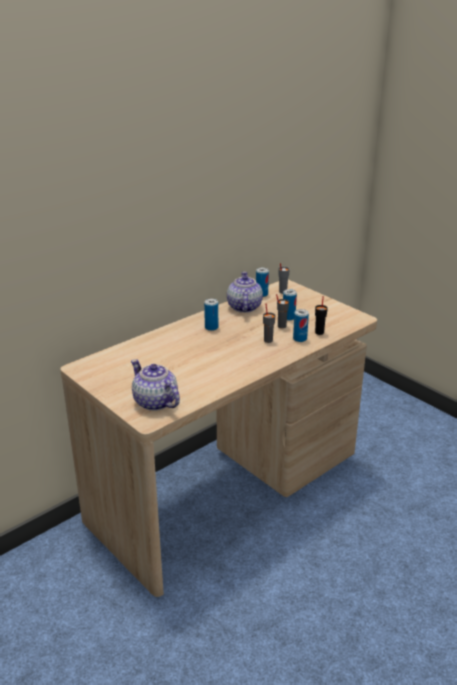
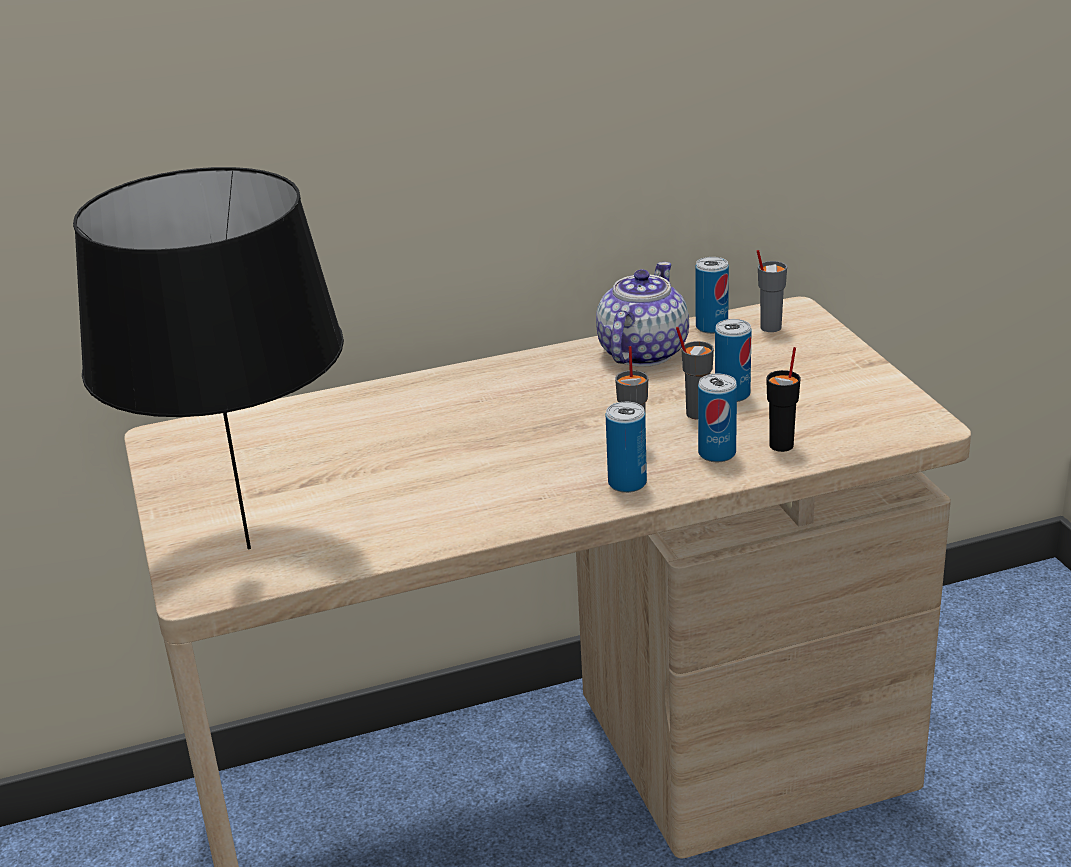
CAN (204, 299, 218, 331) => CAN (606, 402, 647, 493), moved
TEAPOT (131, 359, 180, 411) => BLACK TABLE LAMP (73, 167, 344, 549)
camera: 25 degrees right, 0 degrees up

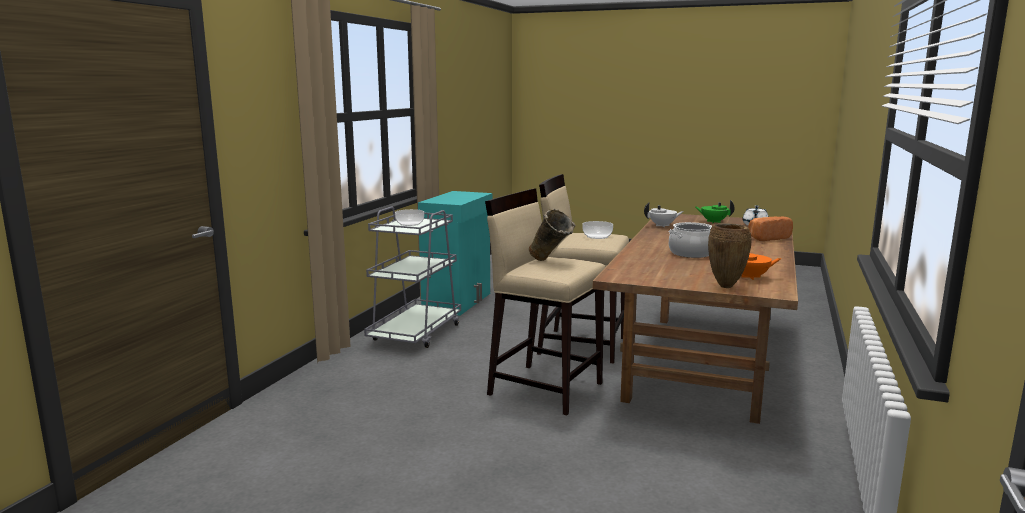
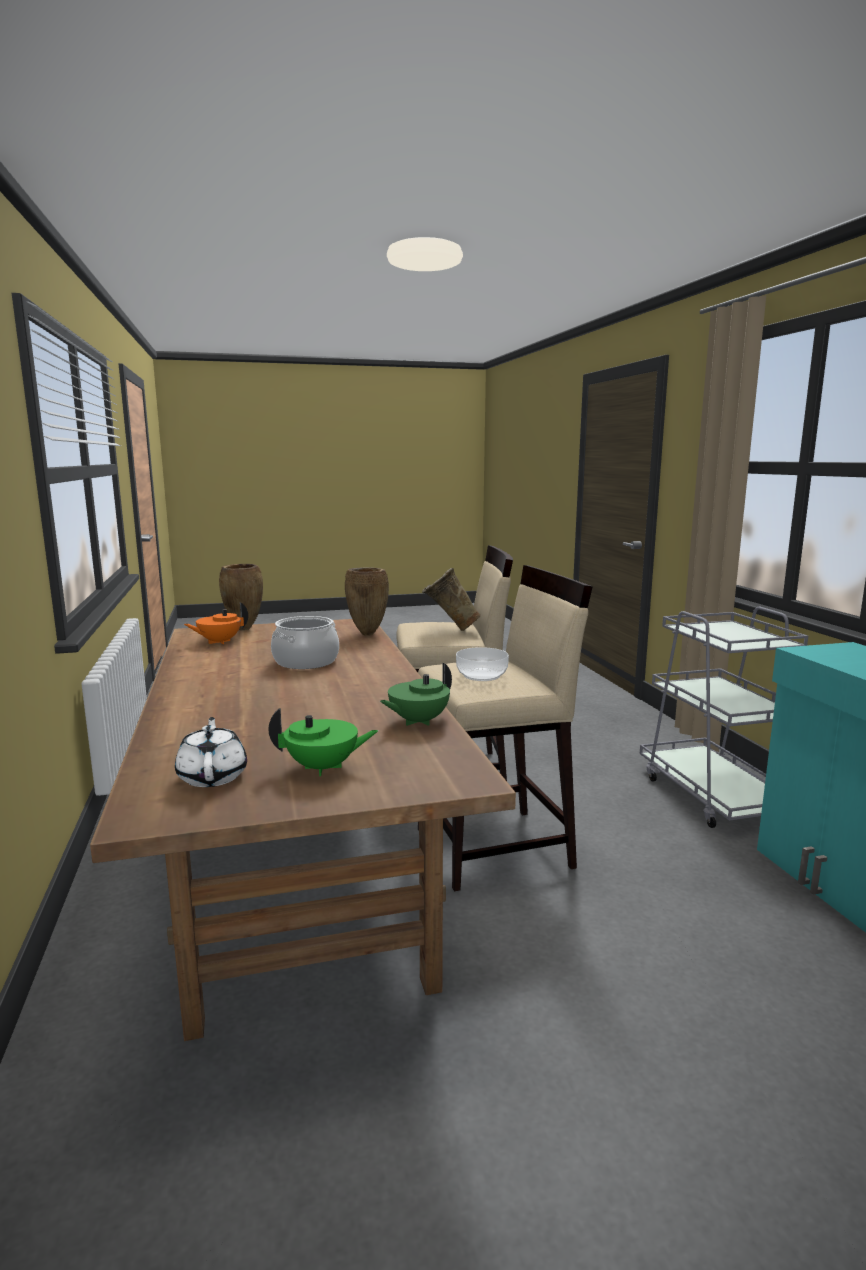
WHITE TEAPOT (644, 202, 684, 228) => GREEN TEAPOT (380, 663, 452, 726)
BOWL (395, 209, 424, 226) => nothing
BREAD (748, 216, 793, 241) => nothing
nothing => BROWN VASE (345, 567, 389, 636)
camera: 145 degrees right, 0 degrees up

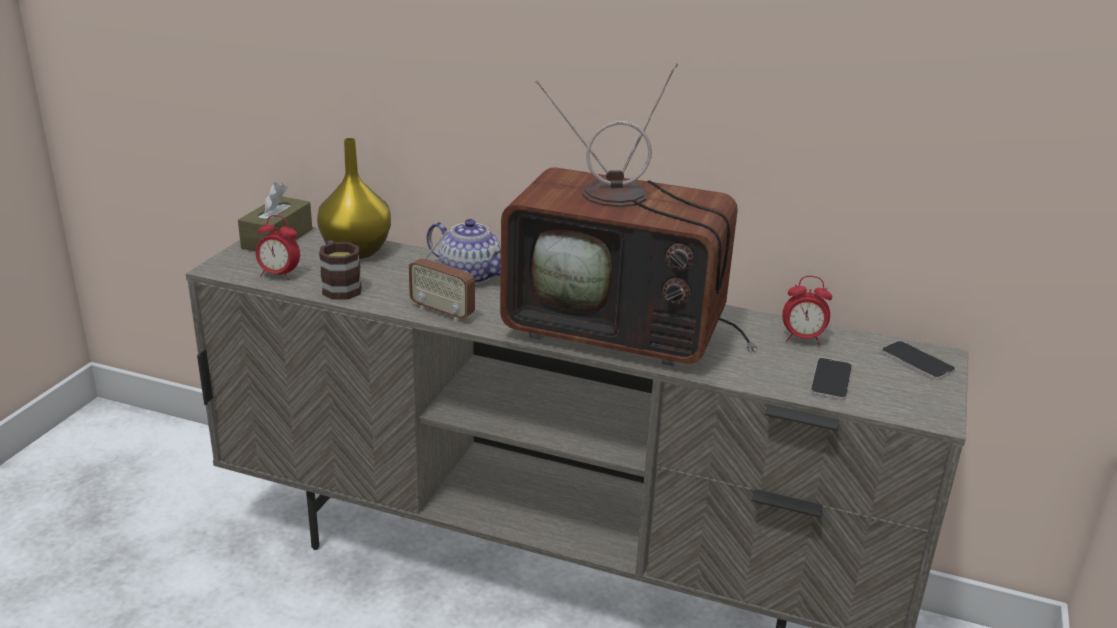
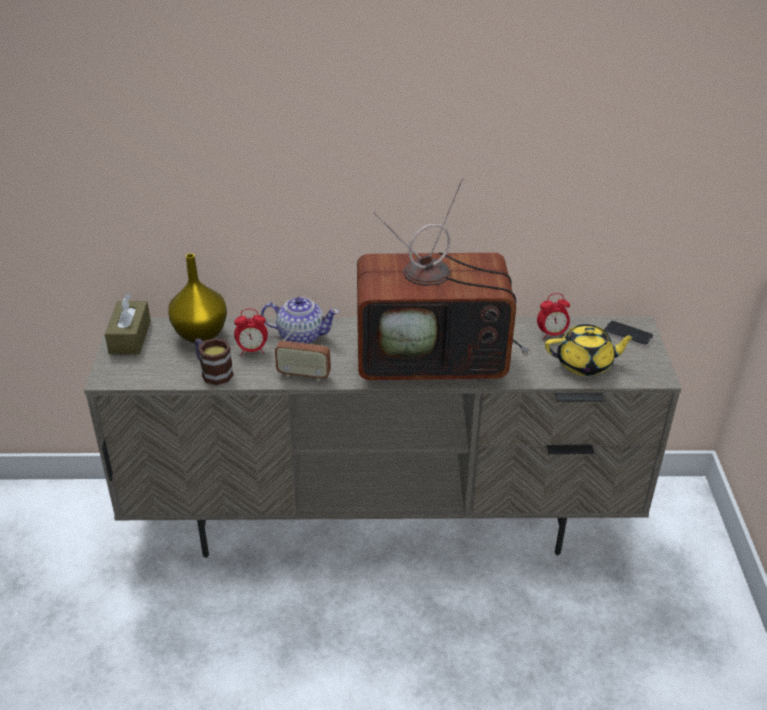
ALARM CLOCK (256, 215, 300, 280) => ALARM CLOCK (234, 309, 268, 356), moved
PHONE (810, 358, 852, 400) => YELLOW TEAPOT (545, 324, 637, 376)
camera: 20 degrees left, 10 degrees up

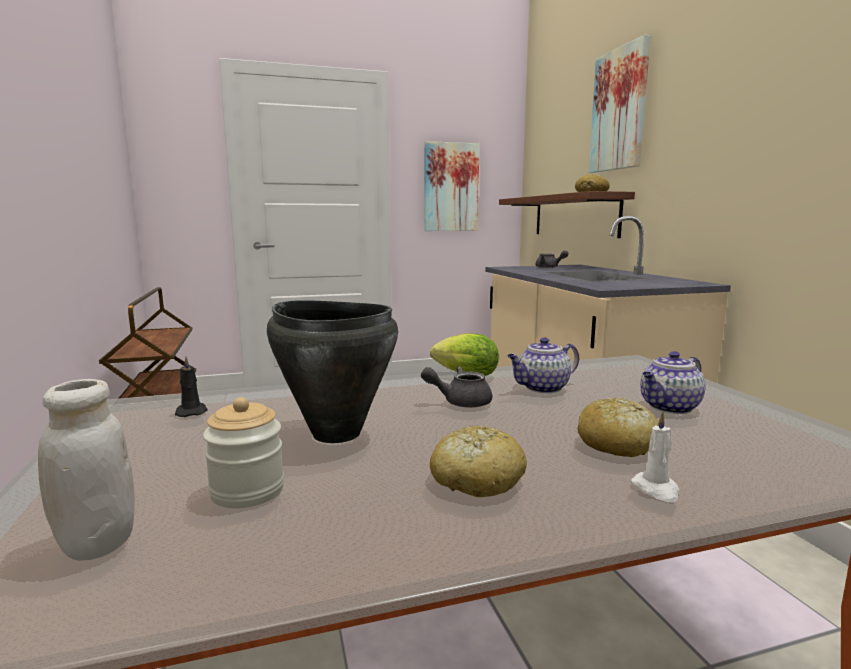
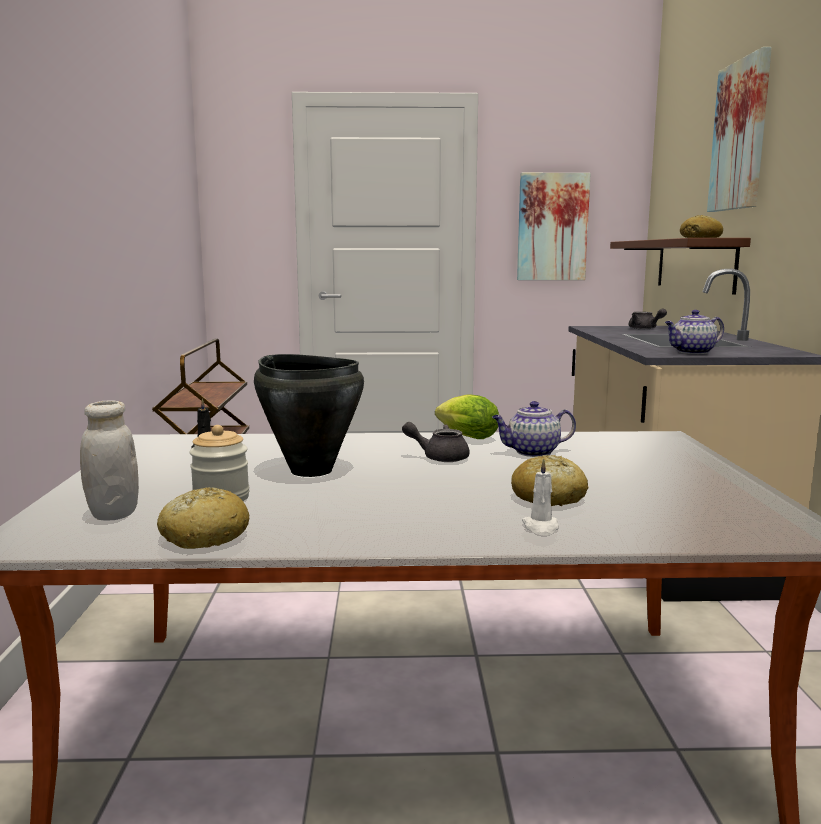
TEAPOT (640, 351, 706, 414) => TEAPOT (665, 310, 724, 354), moved
BREAD (430, 426, 527, 497) => BREAD (157, 487, 249, 549), moved
camera: 15 degrees right, 0 degrees up

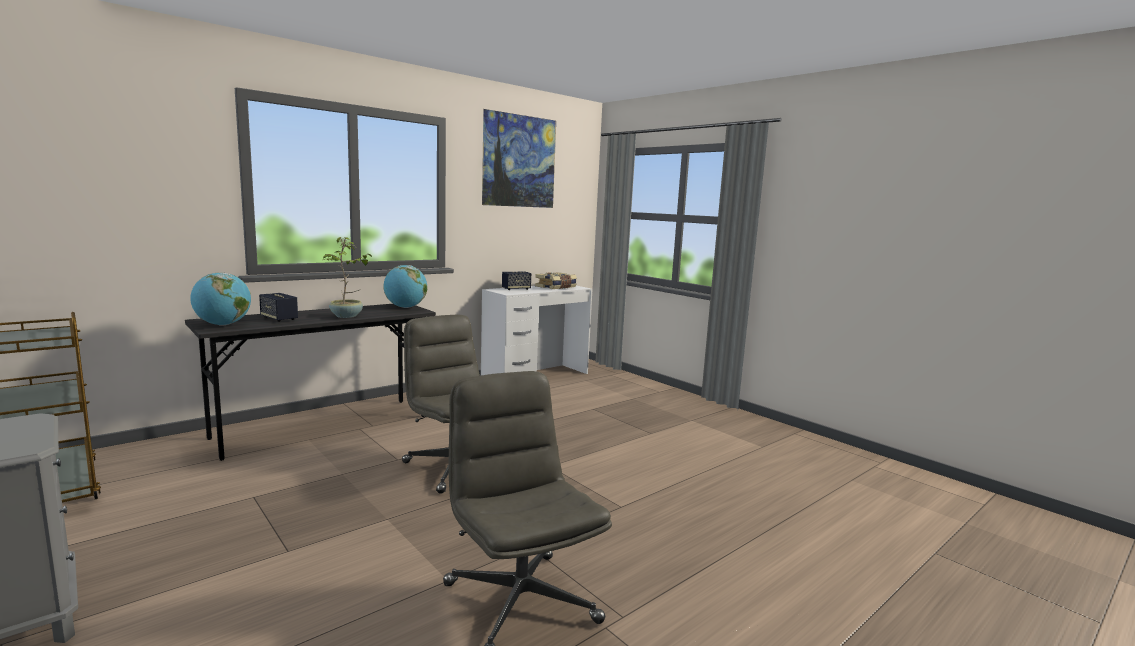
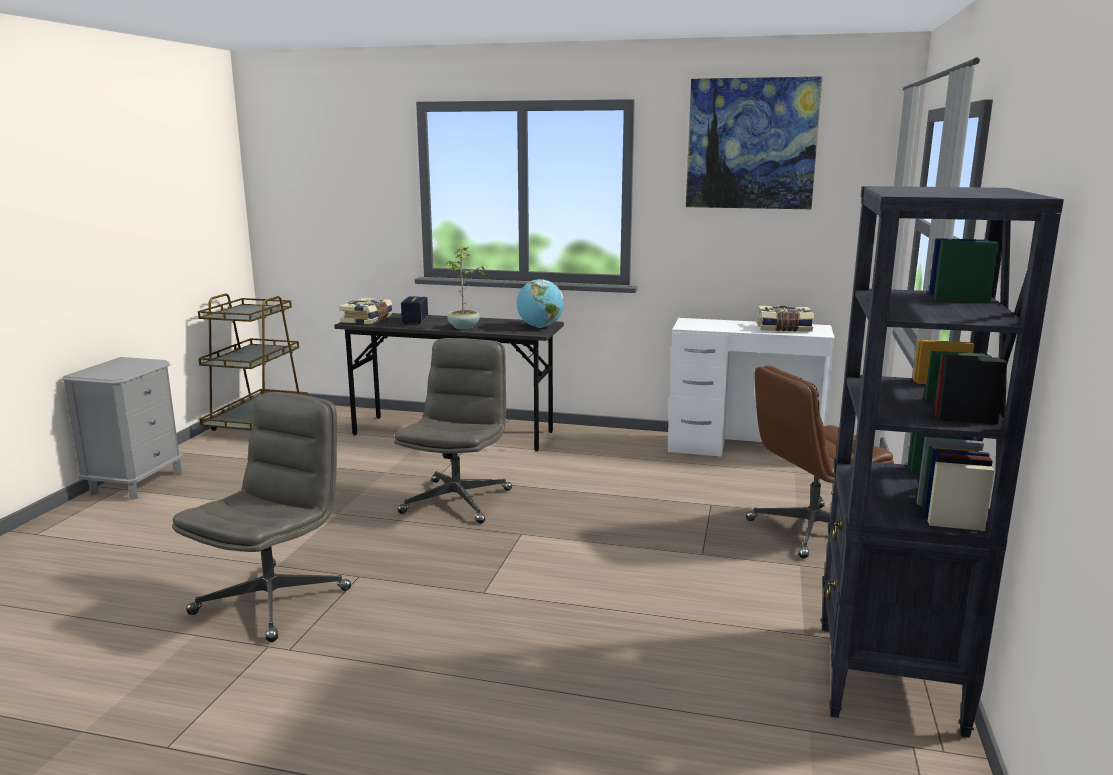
SPEAKER (502, 272, 531, 290) => nothing
GLOBE (190, 273, 251, 326) => BOOK (339, 298, 393, 325)
nothing => BLACK BOOKCASE (821, 186, 1064, 738)
nothing => BROWN OFFICE CHAIR (746, 365, 894, 559)
camera: 55 degrees right, 5 degrees up

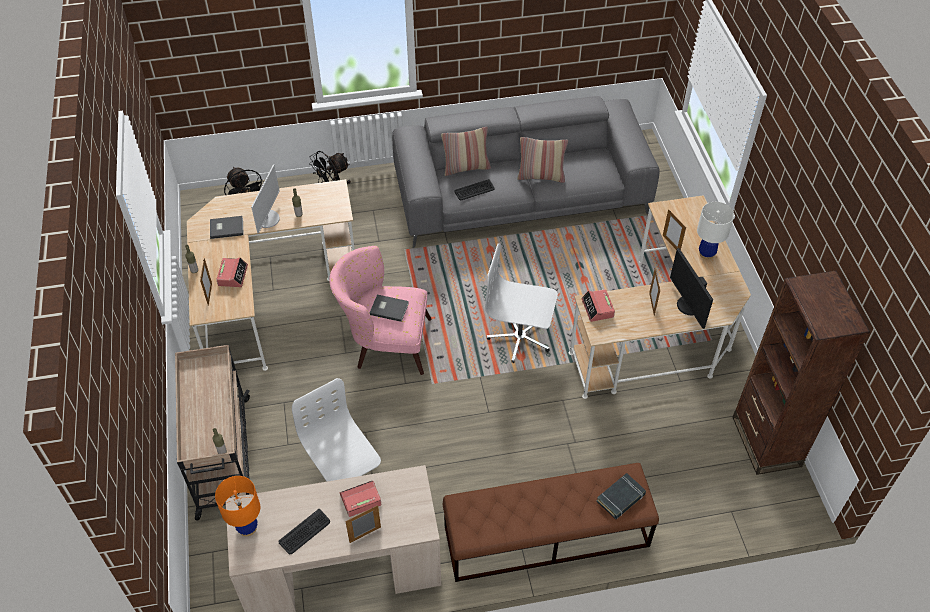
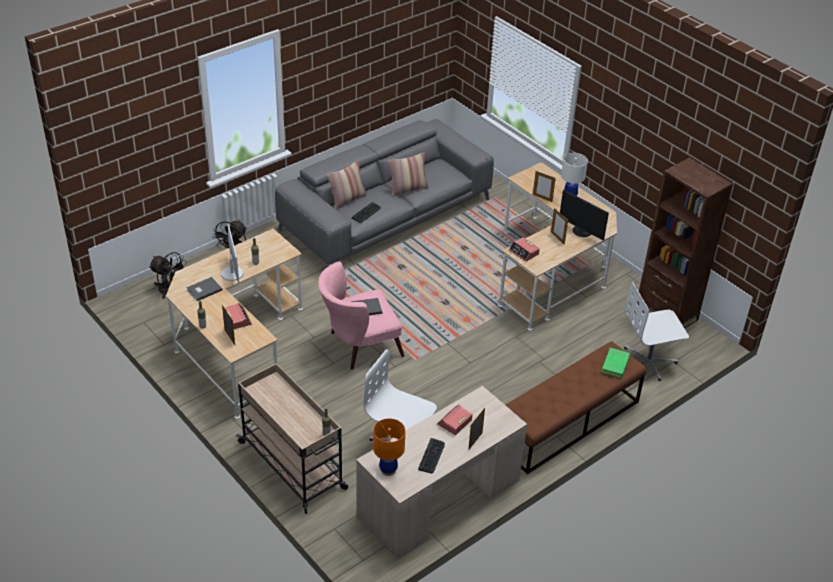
WHITE OFFICE CHAIR (485, 243, 558, 363) => WHITE OFFICE CHAIR (624, 282, 689, 381), moved
BLACK BOOK (597, 473, 646, 519) => GREEN BOOK (602, 348, 630, 378)
camera: 30 degrees left, 10 degrees down

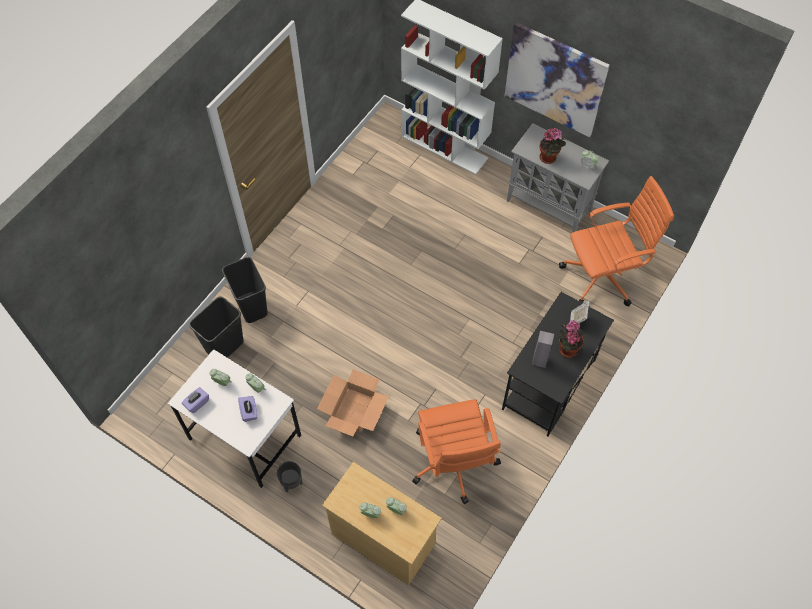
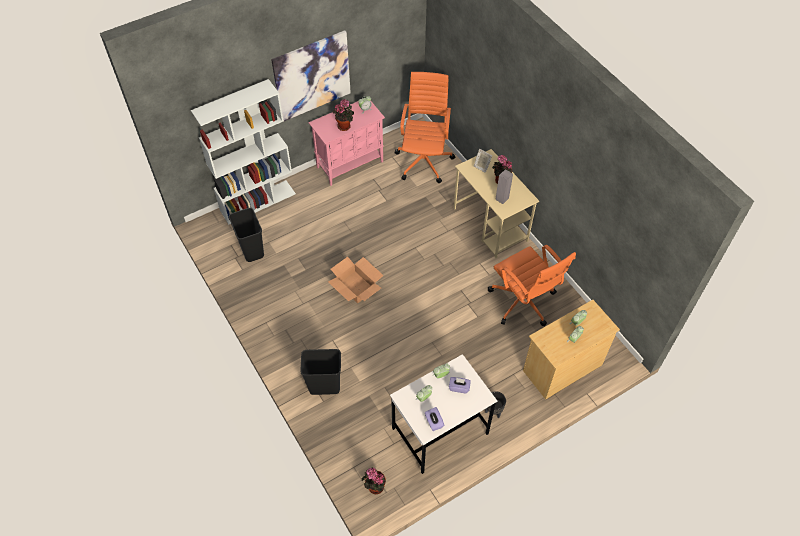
GREY CABINET (507, 123, 609, 232) => PINK CABINET (309, 101, 385, 186)
BLACK DESK (502, 292, 614, 436) => BEIGE DESK (454, 149, 539, 258)
BLACK TRASH CAN (189, 296, 244, 358) => BLACK TRASH CAN (229, 208, 264, 262), moved
CARDBOARD BOX (317, 369, 389, 436) => CARDBOARD BOX (328, 257, 384, 303), moved
ORANGE OFFICE CHAIR (412, 399, 501, 504) => ORANGE OFFICE CHAIR (488, 245, 576, 326), 45 degrees clockwise
nothing => POTTED PLANT (361, 468, 386, 495)
camera: 65 degrees left, 5 degrees down

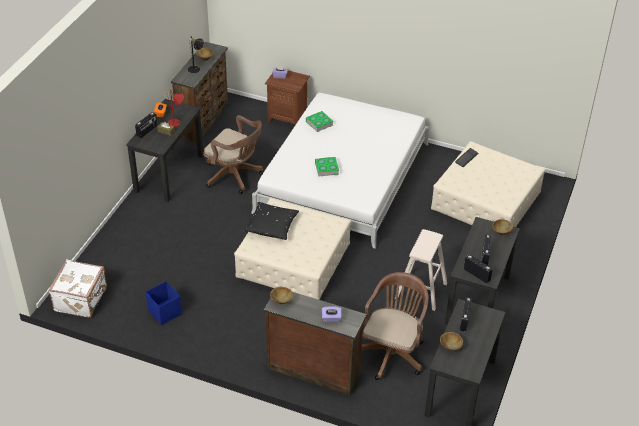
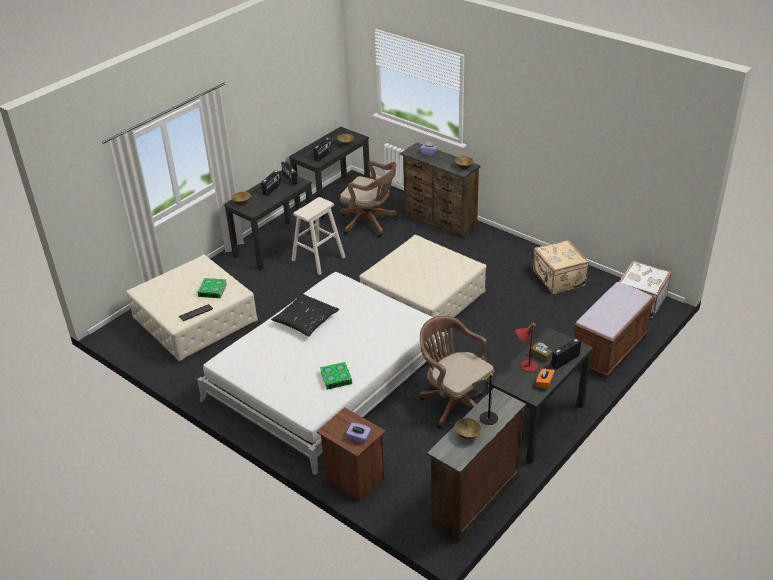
BOOK (315, 157, 339, 177) => BOOK (197, 278, 227, 298), moved
BLACK PILLOW (243, 202, 299, 240) => BLACK PILLOW (271, 293, 339, 337), moved
BROWN OFFICE CHAIR (361, 272, 428, 380) => BROWN OFFICE CHAIR (340, 161, 398, 237), 105 degrees counterclockwise
BLUE STORAGE BOX (145, 281, 182, 325) => BEIGE SUITCASE (533, 240, 589, 294)
nothing => BROWN BENCH (574, 282, 655, 377)
camera: 160 degrees left, 5 degrees down

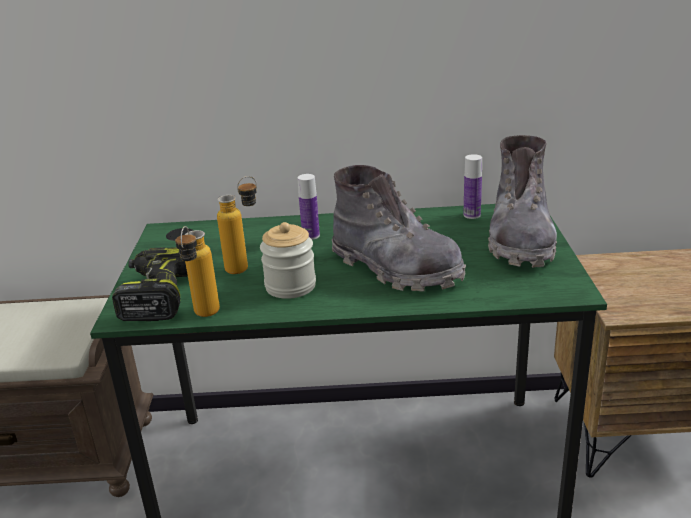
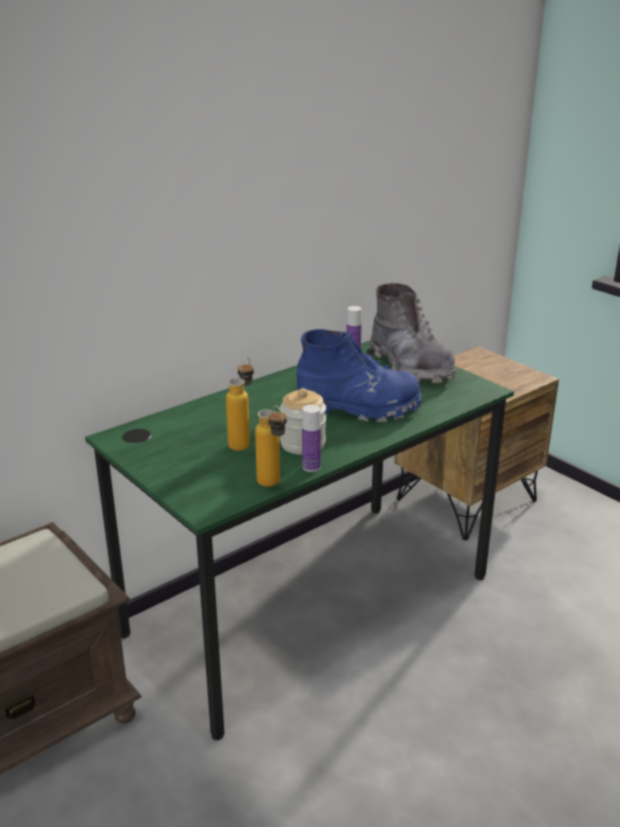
GREY BOOT (331, 165, 466, 291) => BLUE BOOT (296, 329, 422, 422)
BOTTLE (297, 174, 320, 240) => BOTTLE (302, 405, 321, 472), moved
POWER DRILL (112, 247, 188, 321) => nothing
camera: 40 degrees left, 0 degrees up

